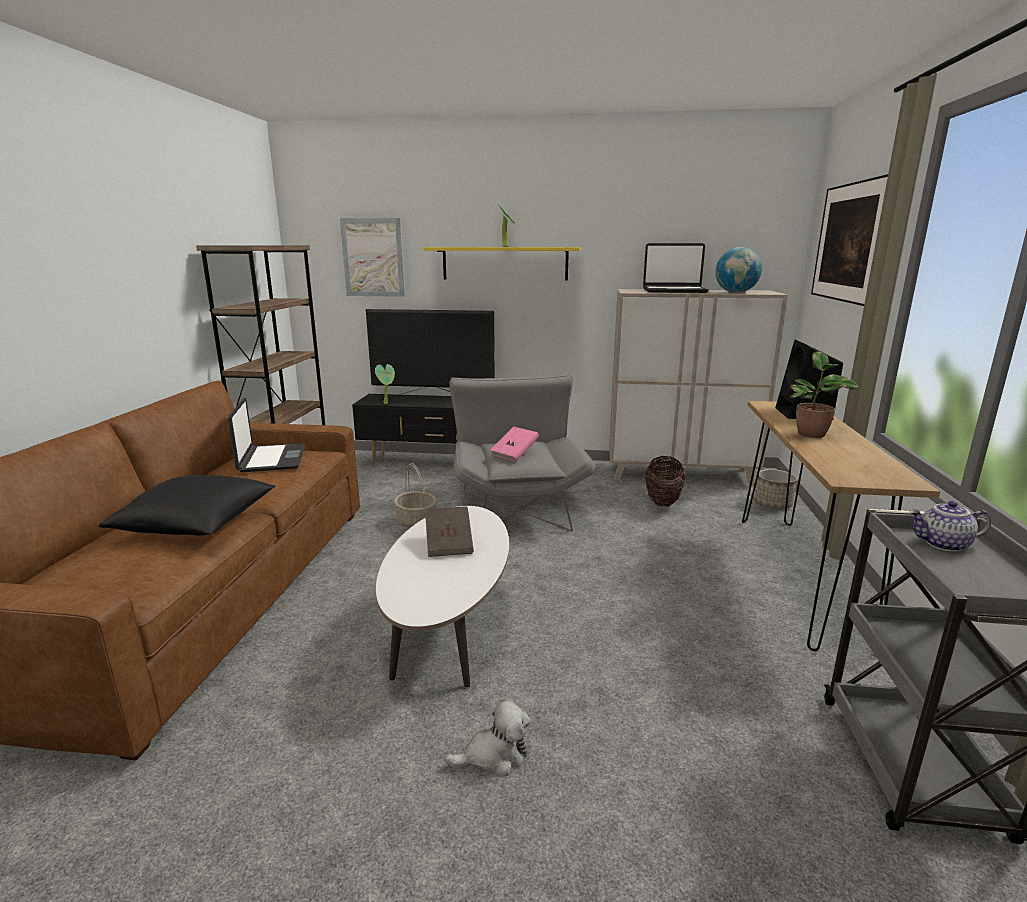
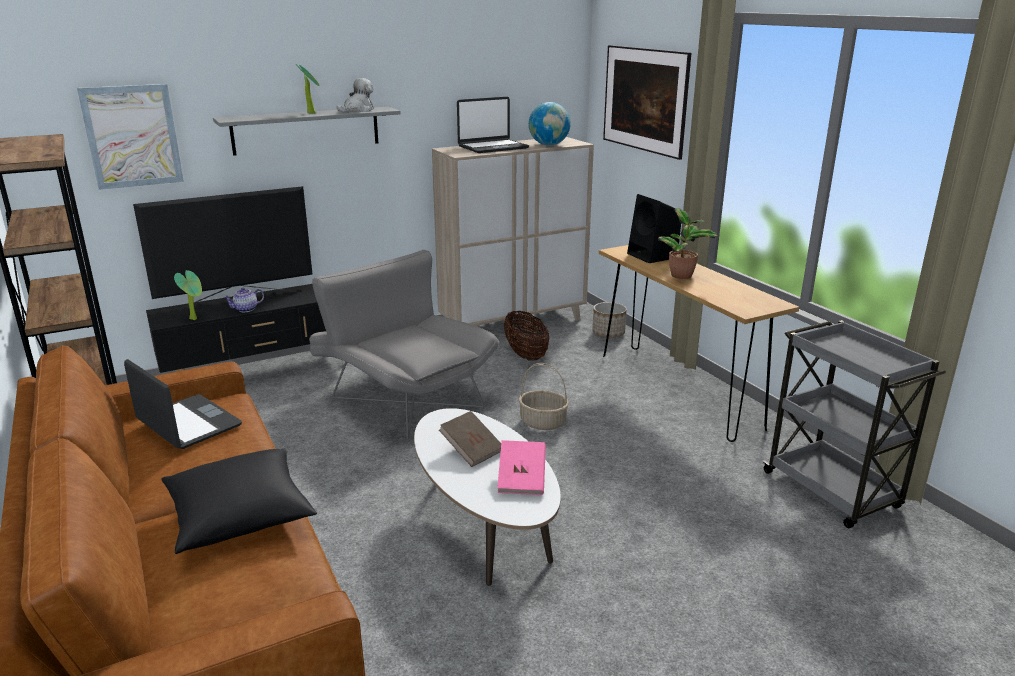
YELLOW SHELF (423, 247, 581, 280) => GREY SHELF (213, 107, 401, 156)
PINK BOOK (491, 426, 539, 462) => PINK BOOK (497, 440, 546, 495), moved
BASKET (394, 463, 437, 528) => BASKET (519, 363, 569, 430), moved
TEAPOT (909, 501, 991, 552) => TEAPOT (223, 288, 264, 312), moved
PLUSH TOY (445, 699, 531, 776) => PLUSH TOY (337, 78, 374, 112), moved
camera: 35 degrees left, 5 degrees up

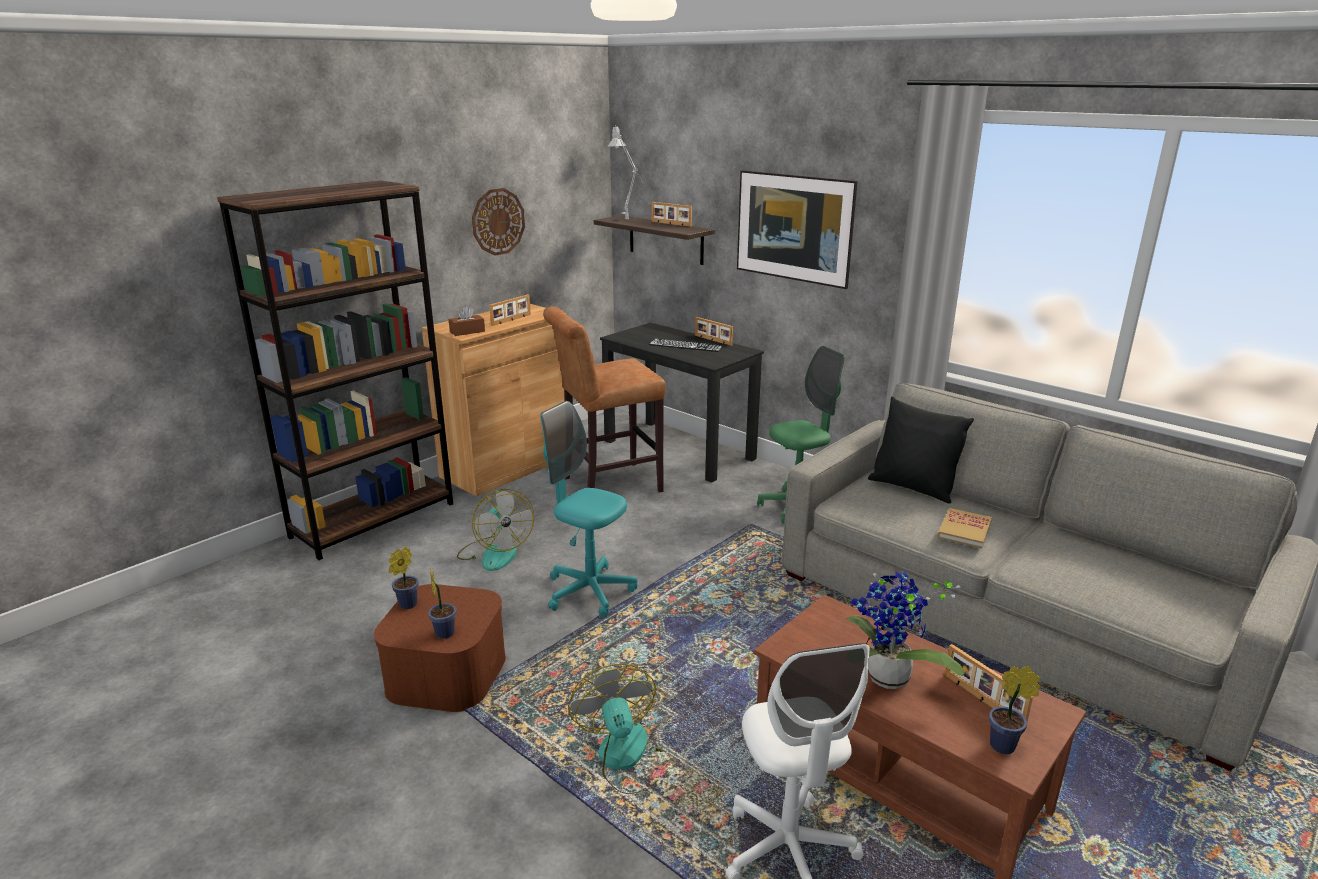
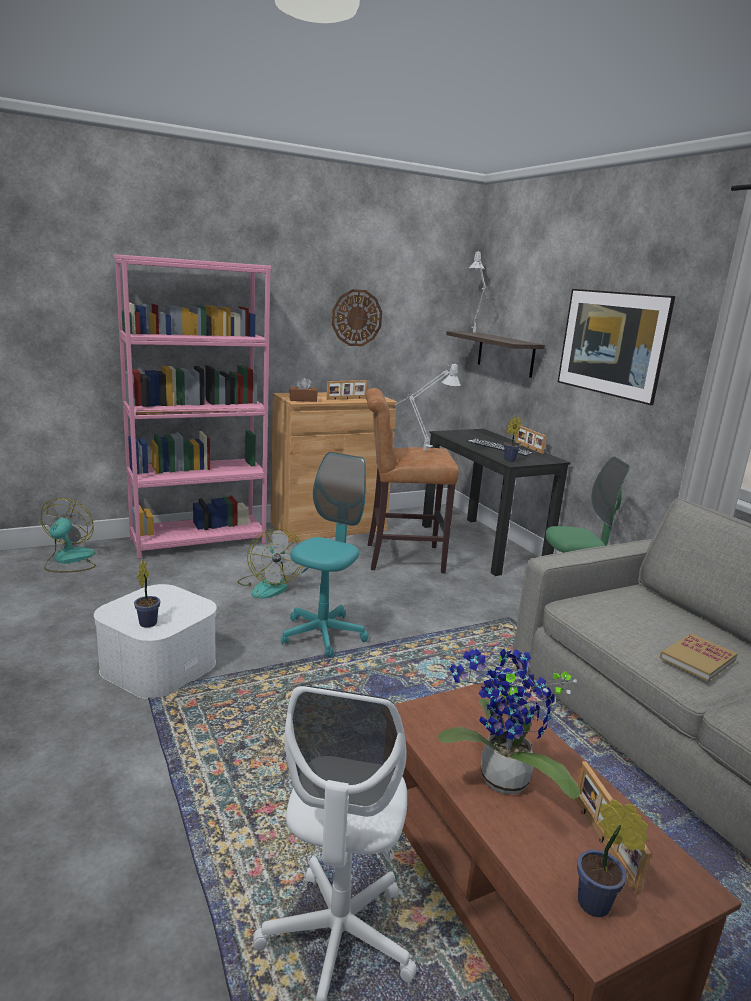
BROWN BOOKCASE (217, 181, 453, 560) => PINK BOOKCASE (114, 254, 271, 559)
PICTURE FRAME (651, 202, 692, 227) => nothing
BLACK PILLOW (868, 397, 974, 504) => nothing
TURQUOISE OFFICE CHAIR (540, 401, 638, 617) => TURQUOISE OFFICE CHAIR (281, 452, 369, 658), 60 degrees clockwise
POTTED PLANT (389, 547, 419, 609) => POTTED PLANT (503, 416, 522, 462), moved
BROWN STORAGE BOX (374, 584, 506, 712) => WHITE STORAGE BOX (94, 584, 217, 699)
FAN (568, 664, 673, 794) => FAN (41, 498, 96, 572), moved
nothing => GREY TABLE LAMP (394, 364, 461, 451)
camera: 20 degrees right, 5 degrees down

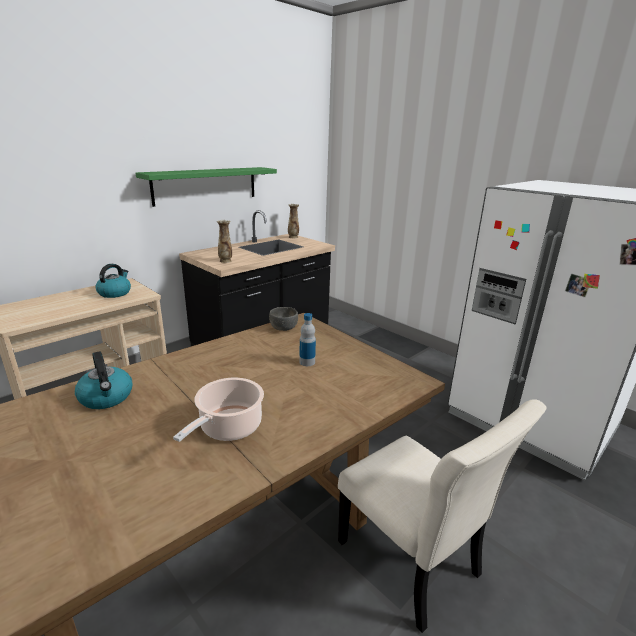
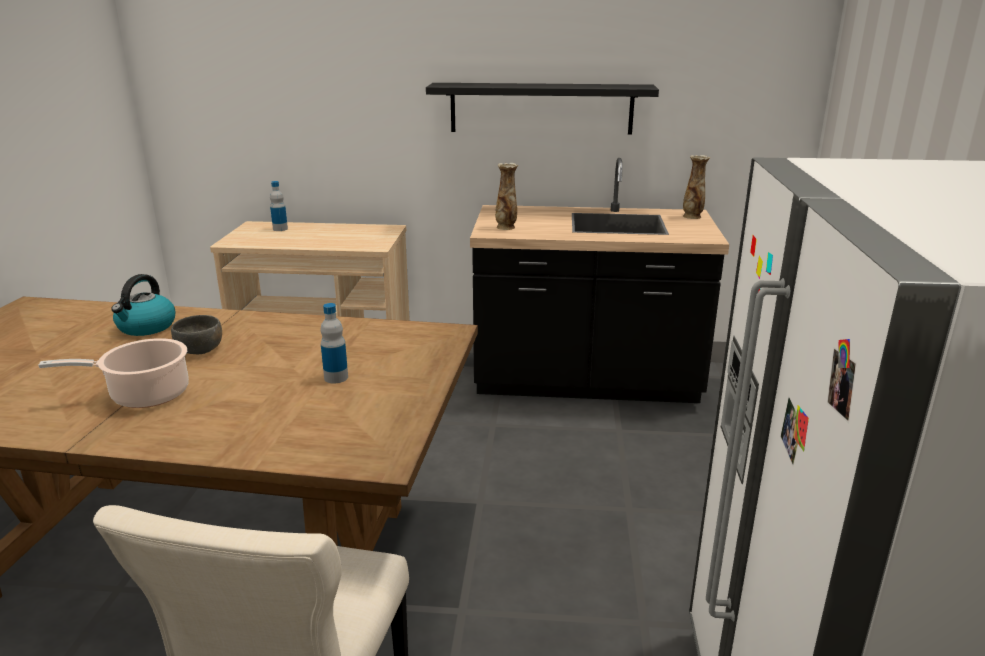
GREEN SHELF (136, 167, 277, 207) => BLACK SHELF (426, 83, 659, 135)
KETTLE (96, 264, 131, 298) => nothing
GREY BOWL (269, 307, 298, 331) => GREY BOWL (171, 315, 222, 354), moved
nothing => BOTTLE (270, 181, 288, 231)
camera: 50 degrees right, 0 degrees up

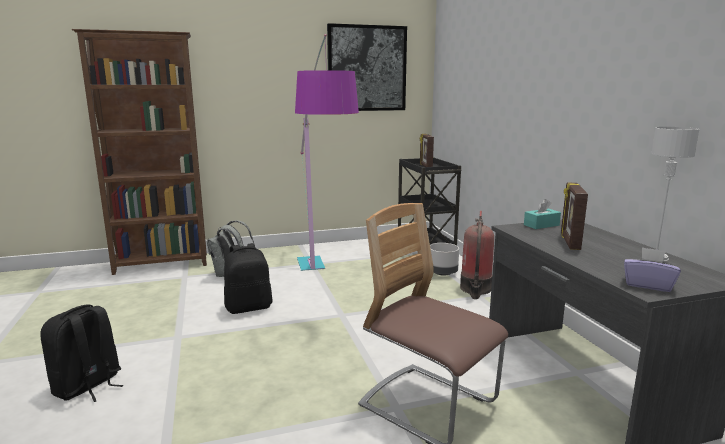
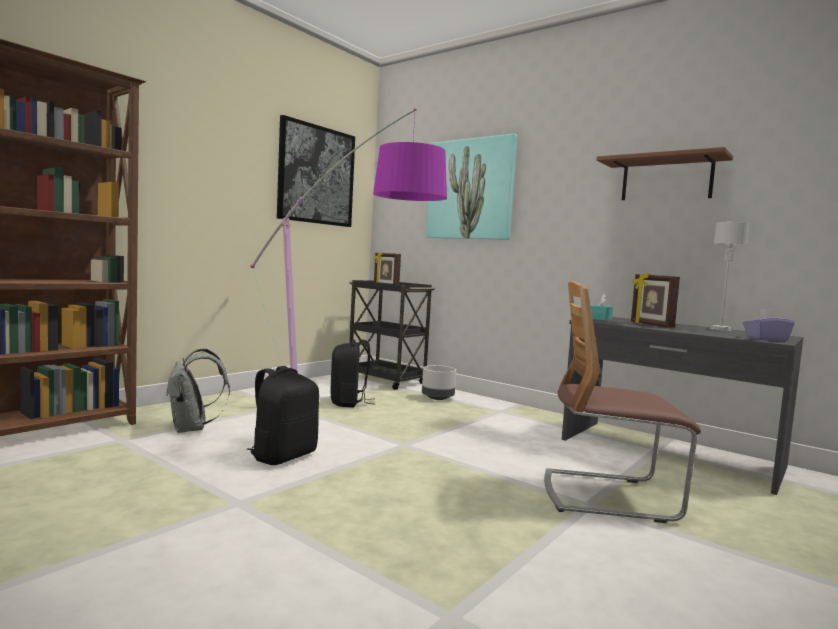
FIRE EXTINGUISHER (460, 211, 494, 299) => nothing
BLACK BACKPACK (40, 304, 123, 402) => BLACK BACKPACK (330, 340, 375, 407), moved
nothing => PICTURE (426, 134, 517, 240)
nothing => BROWN SHELF (597, 147, 733, 200)
camera: 35 degrees left, 10 degrees down

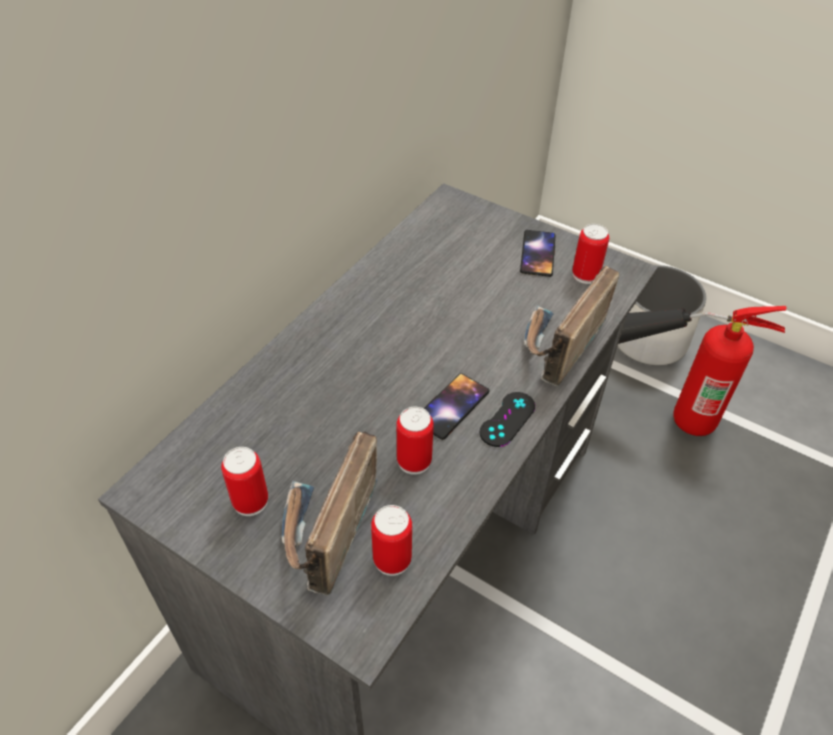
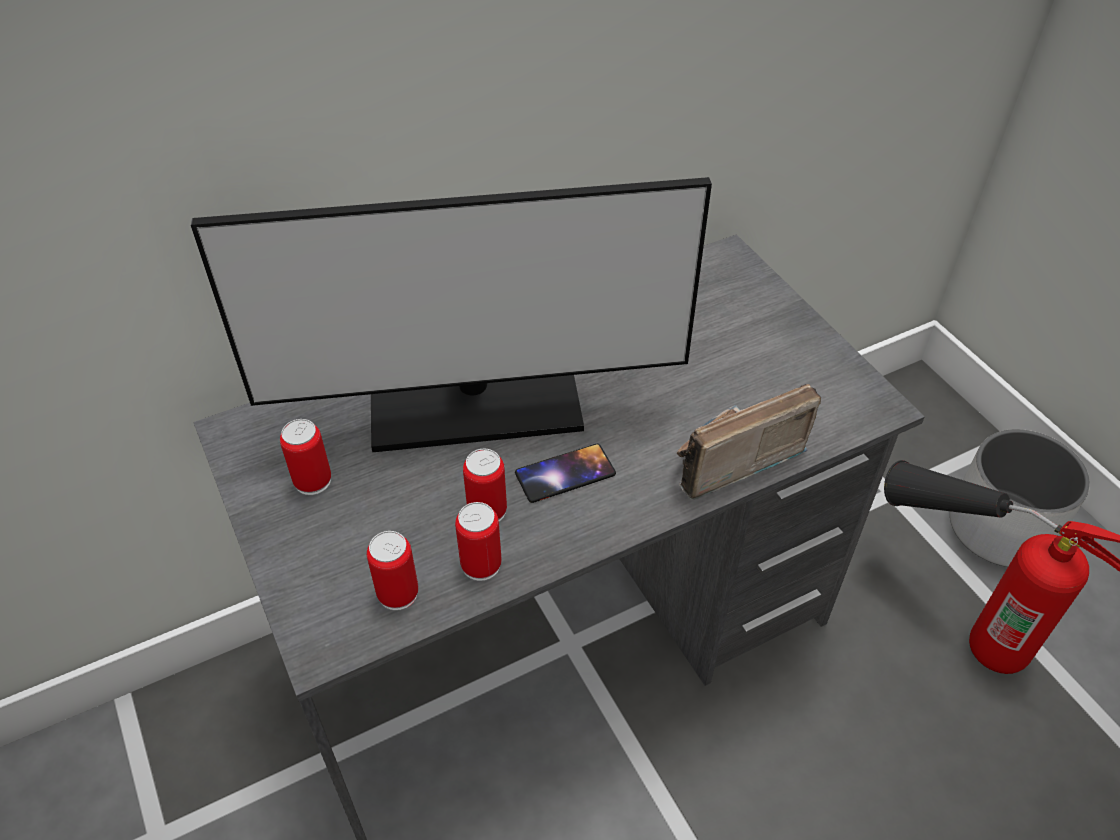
CAN (572, 224, 609, 284) => CAN (455, 502, 502, 581), moved
PHONE (520, 230, 556, 277) => nothing
BLACK GAME CONTROLLER (480, 392, 535, 447) => nothing
RADIO (282, 432, 378, 596) => nothing
nothing => MONITOR (191, 177, 712, 452)
camera: 30 degrees right, 0 degrees up

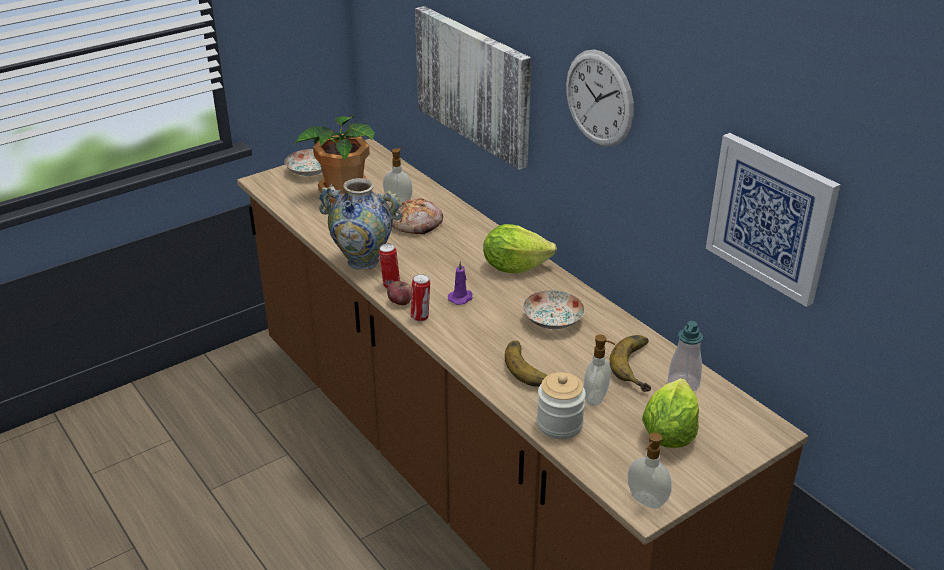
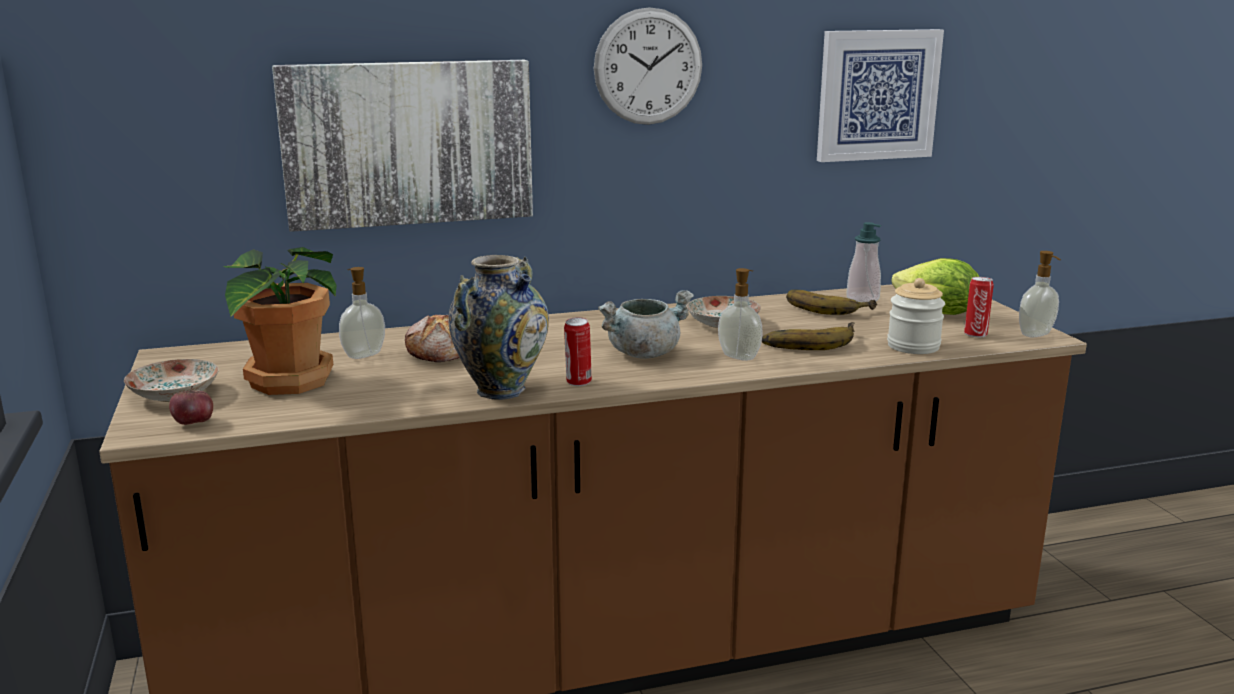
LETTUCE (483, 224, 557, 273) => nothing
PURPLE CANDLE (448, 261, 473, 305) => GREY COOKING POT (598, 290, 694, 359)
CAN (411, 274, 430, 321) => CAN (964, 277, 994, 337), moved
APPLE (387, 281, 412, 305) => APPLE (169, 386, 213, 425), moved
SOAP DISPENSER (584, 335, 615, 406) => SOAP DISPENSER (718, 268, 763, 361), moved
camera: 70 degrees left, 15 degrees down

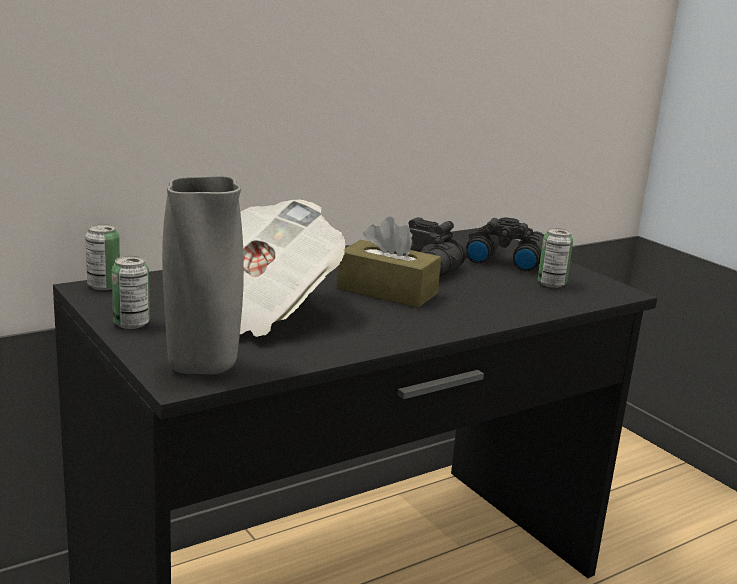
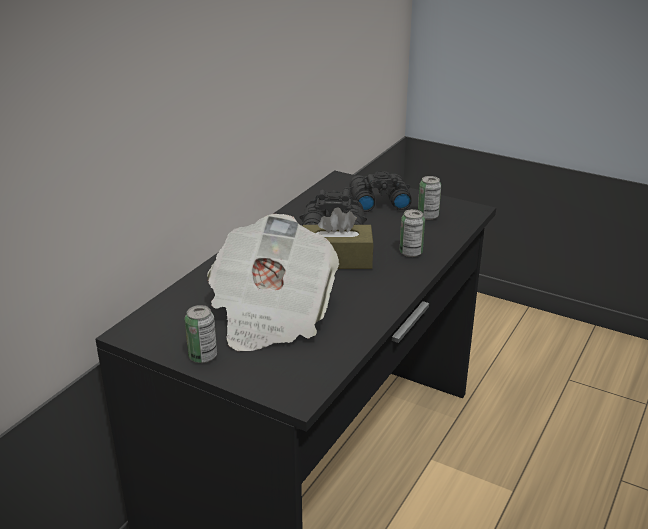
GREY VASE (162, 176, 244, 375) => nothing
CAN (85, 224, 120, 290) => CAN (400, 209, 425, 257), moved
camera: 25 degrees left, 10 degrees up

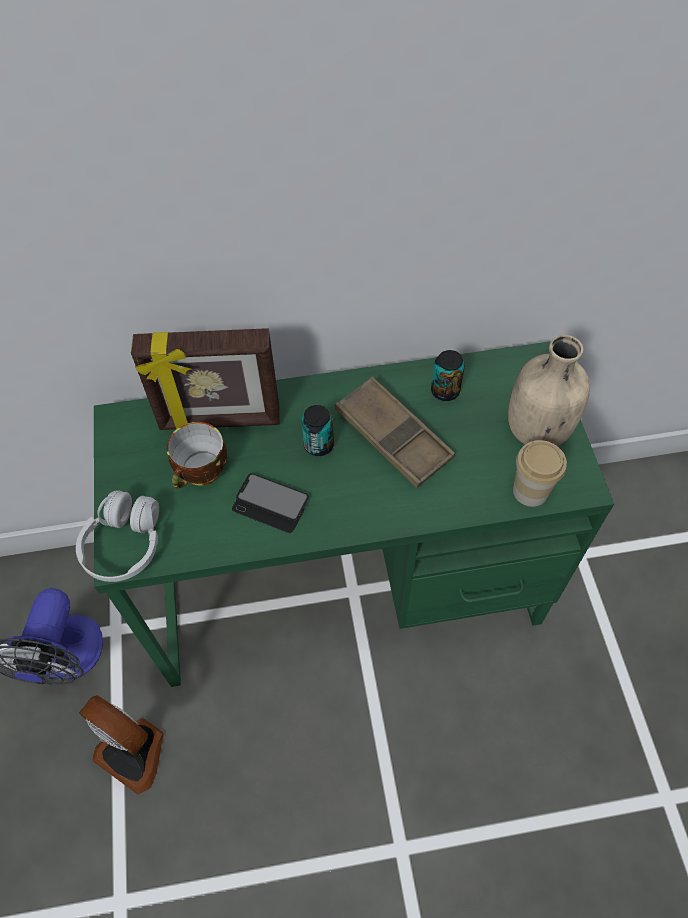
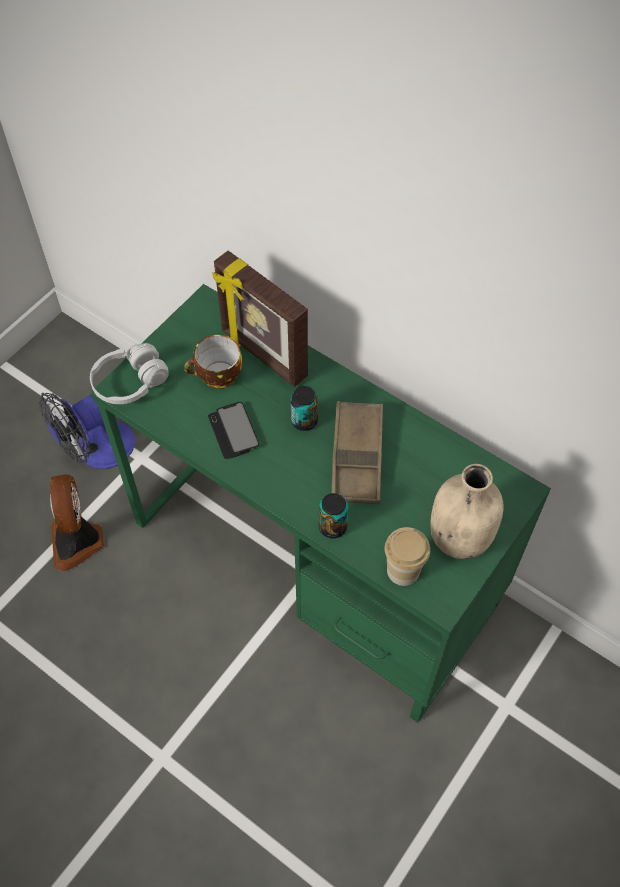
CAN (431, 350, 465, 401) => CAN (319, 493, 349, 538), moved
camera: 45 degrees right, 0 degrees up

